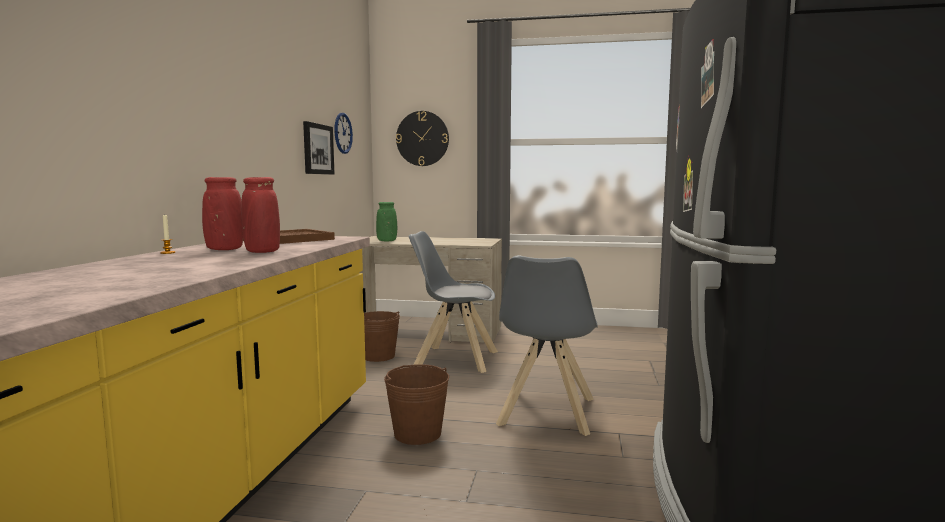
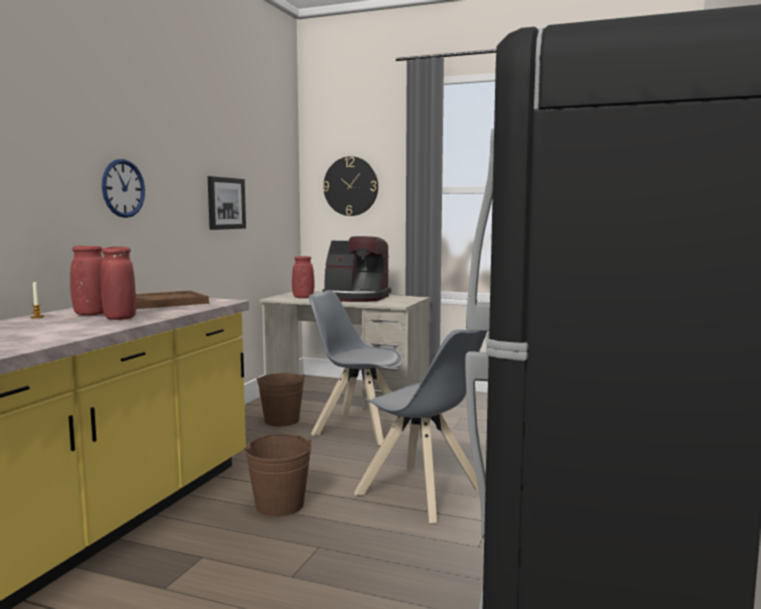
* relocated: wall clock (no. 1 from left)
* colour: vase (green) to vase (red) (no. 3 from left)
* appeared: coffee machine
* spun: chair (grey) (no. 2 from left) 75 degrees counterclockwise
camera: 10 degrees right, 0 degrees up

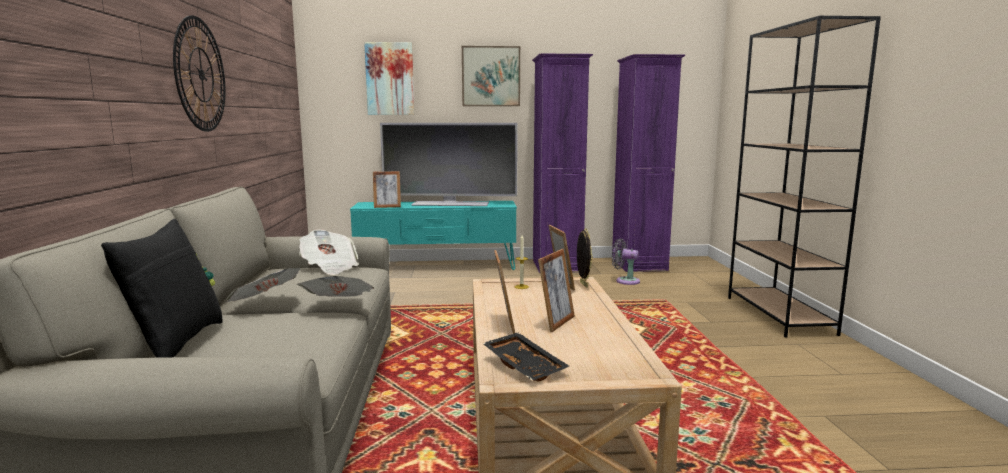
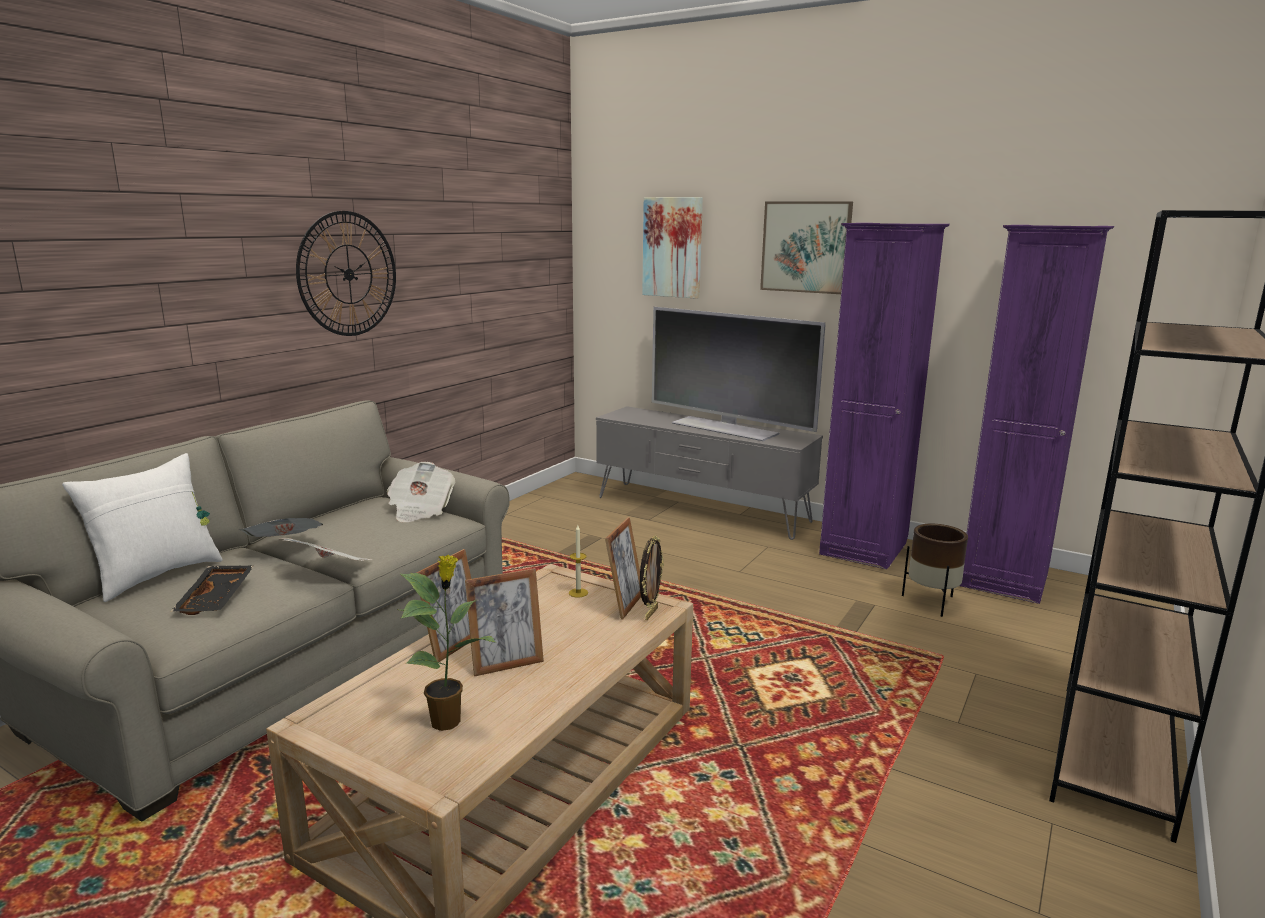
* colour: pillow (black) to pillow (white)
* relocated: tray (black)
* appeared: potted plant
* colour: tv stand (turquoise) to tv stand (grey)
* exchanged: fan (grey) to planter (brown)
* missing: picture frame (no. 1 from left)
camera: 35 degrees right, 5 degrees up

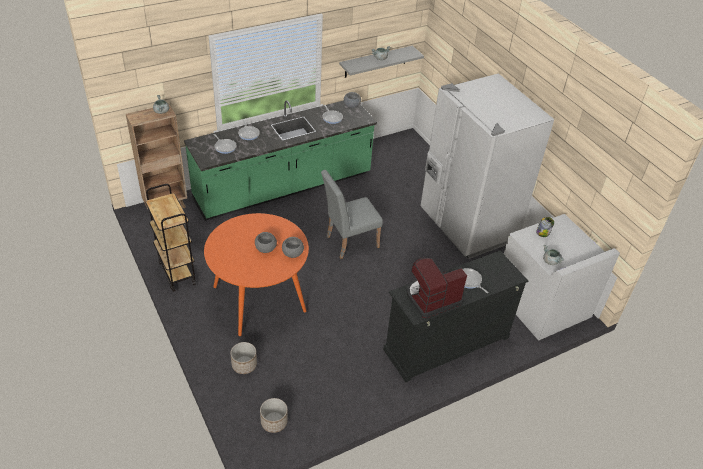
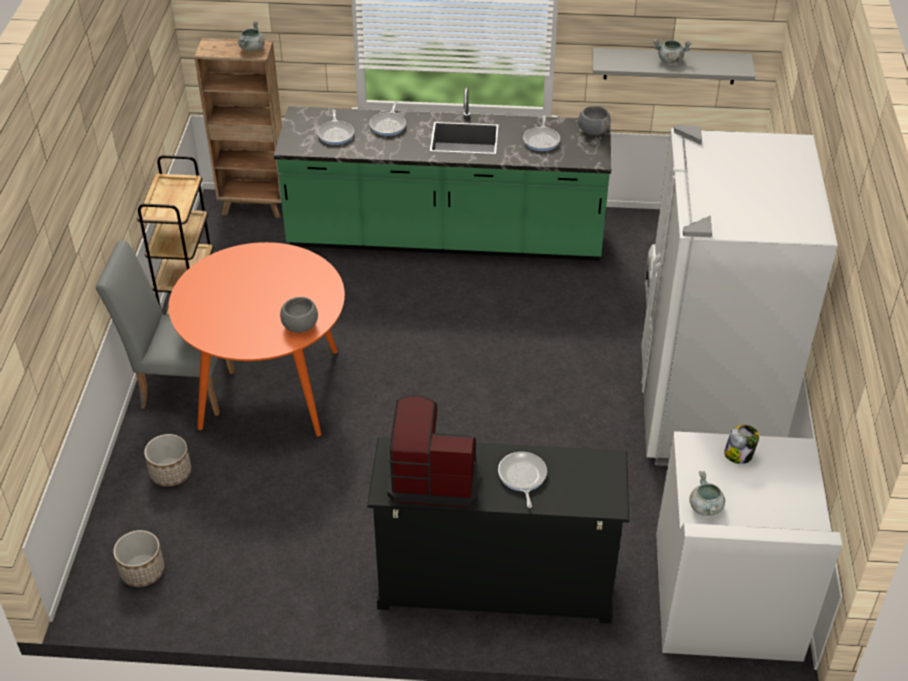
* relocated: chair (grey)
* missing: bowl (grey) (no. 1 from left)
camera: 35 degrees right, 0 degrees up

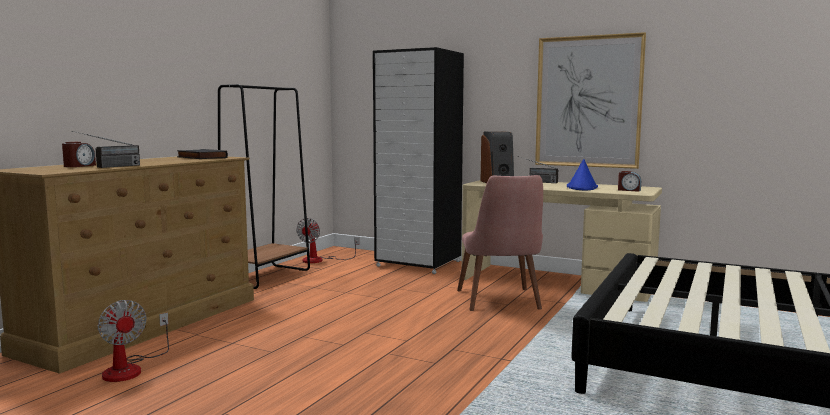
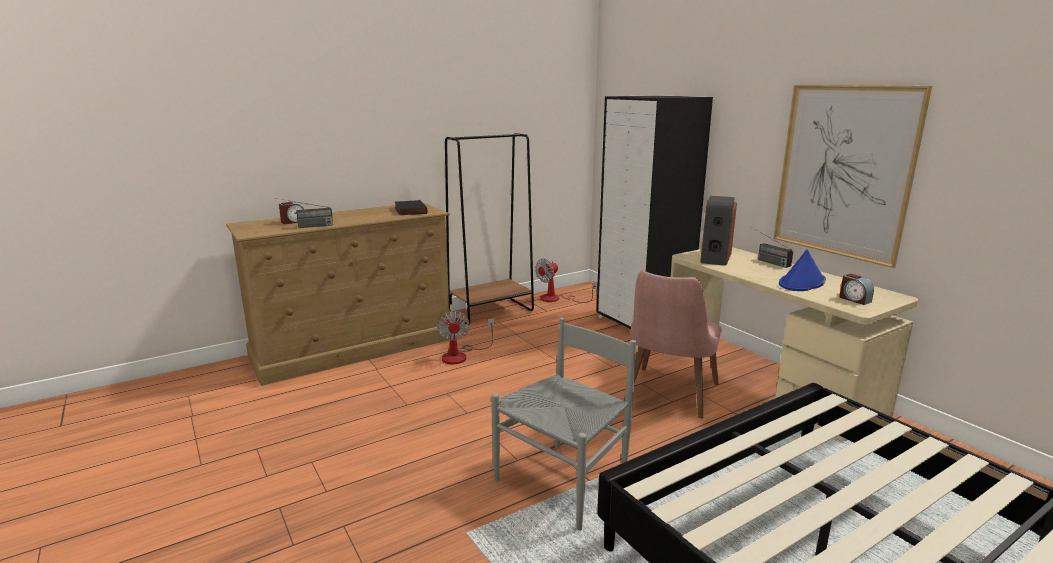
* relocated: fan (no. 1 from left)
* appeared: chair (grey)
camera: 30 degrees right, 10 degrees up

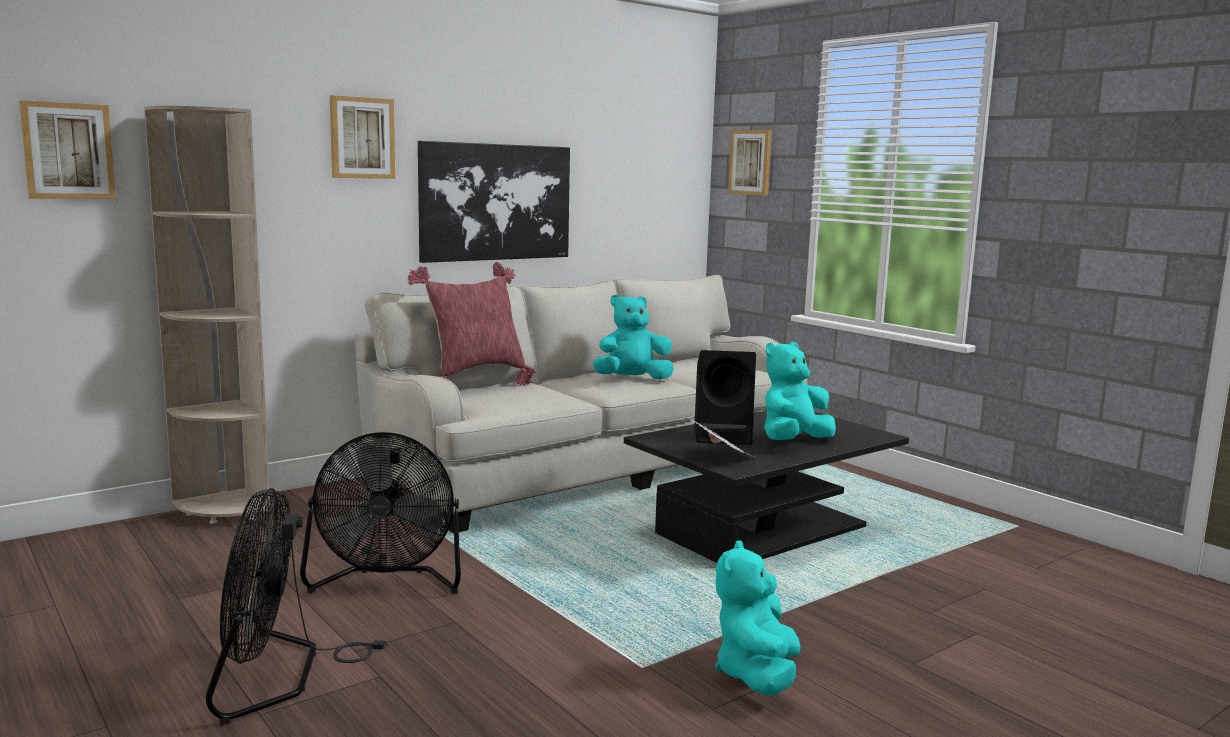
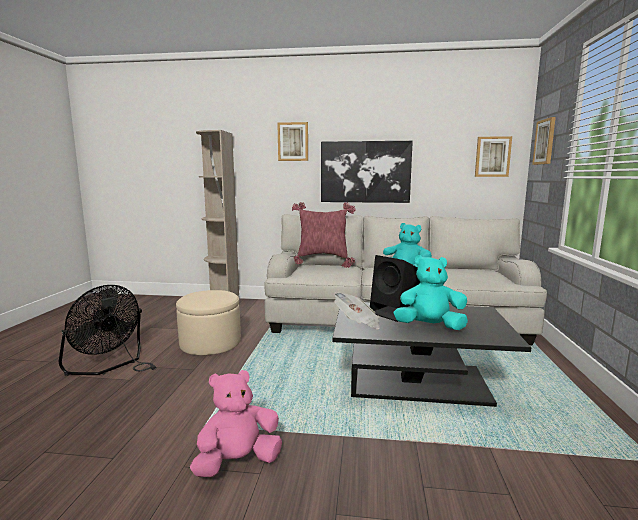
* exchanged: fan (black) (no. 2 from left) to ottoman (beige)
* colour: plush toy (turquoise) (no. 2 from left) to plush toy (pink)
* relocated: picture (no. 1 from left in the first image) to picture (no. 3 from left)
camera: 45 degrees right, 0 degrees up

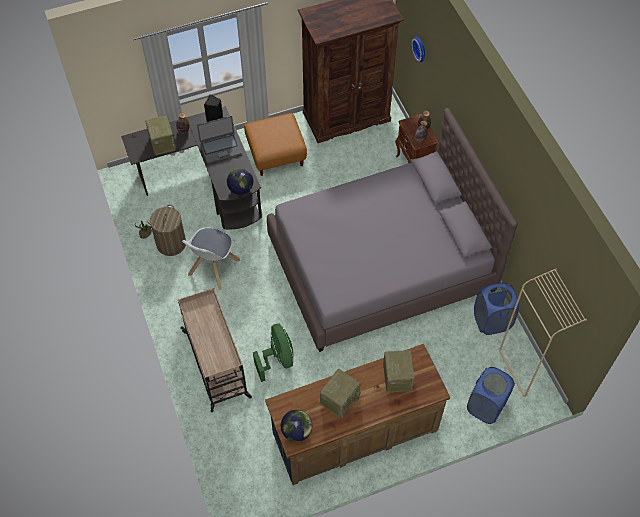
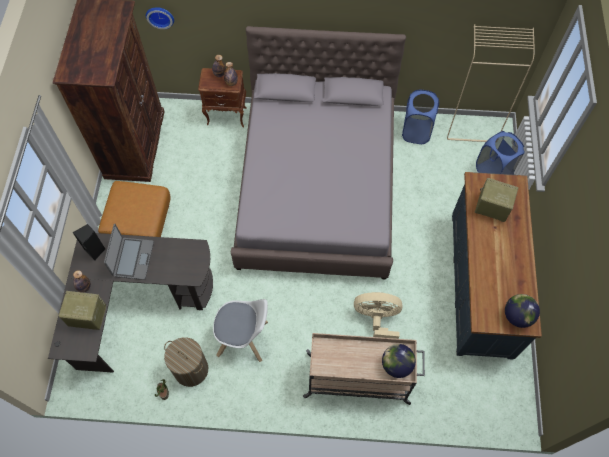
* spun: chair 45 degrees counterclockwise
* colour: fan (green) to fan (beige)
* relocated: globe (no. 1 from left)
* missing: radio (no. 2 from left)
camera: 65 degrees left, 5 degrees up

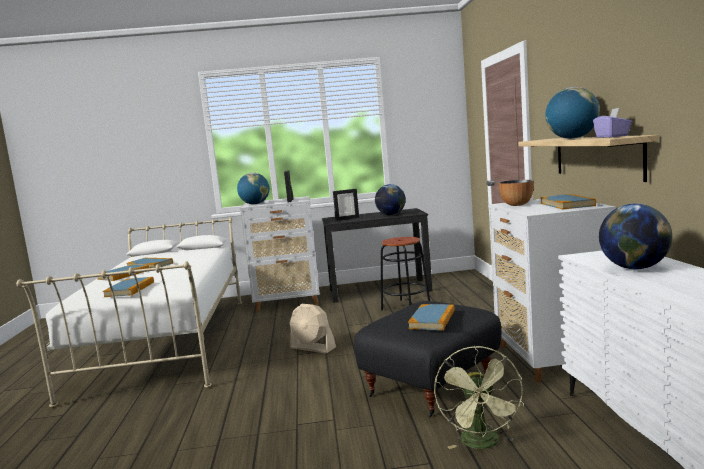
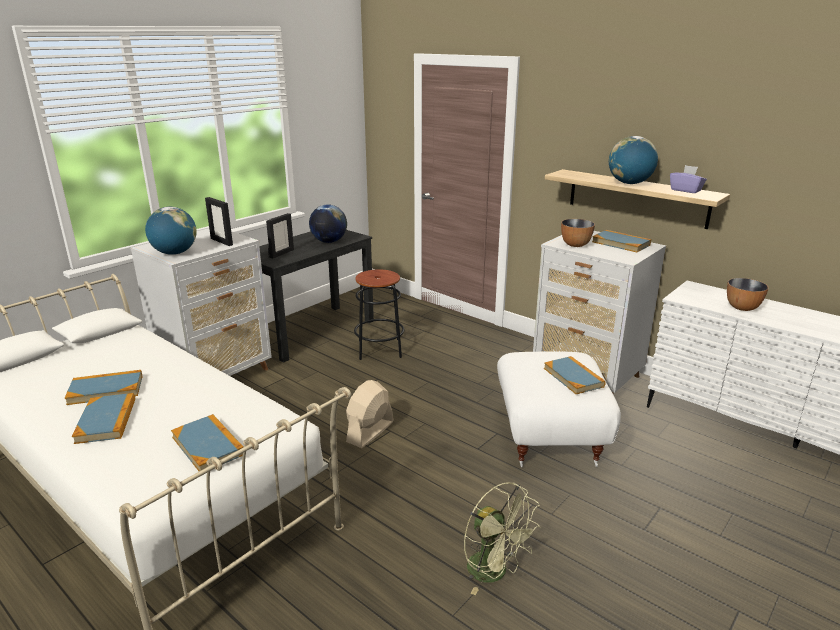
* spun: fan (beige) 135 degrees clockwise
* relocated: fan (green)
* colour: ottoman (black) to ottoman (white)
* exchanged: globe (no. 4 from left) to bowl (no. 2 from left)
camera: 45 degrees left, 15 degrees up

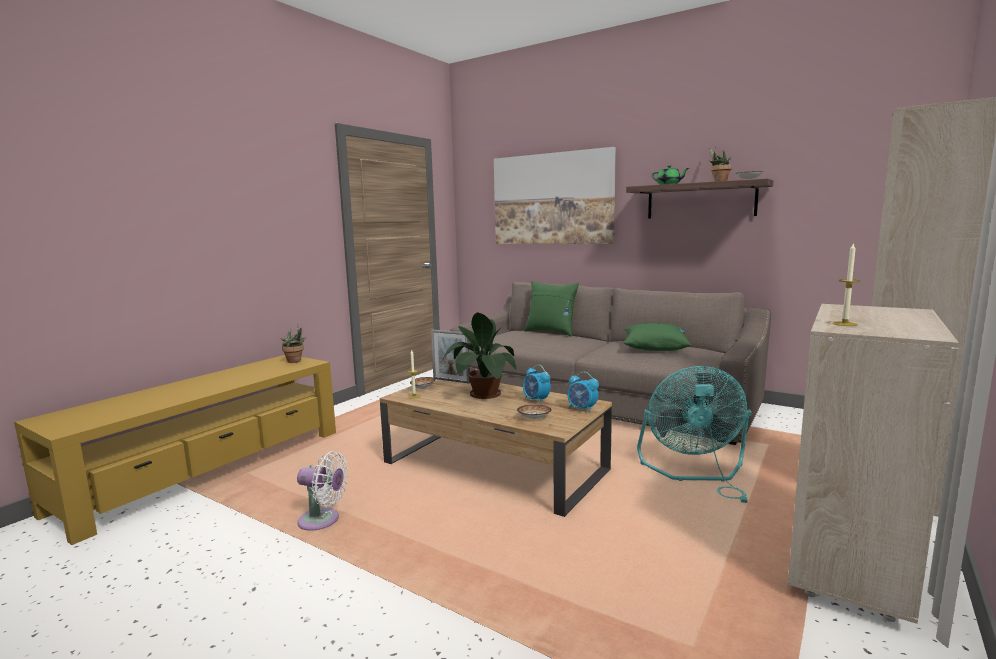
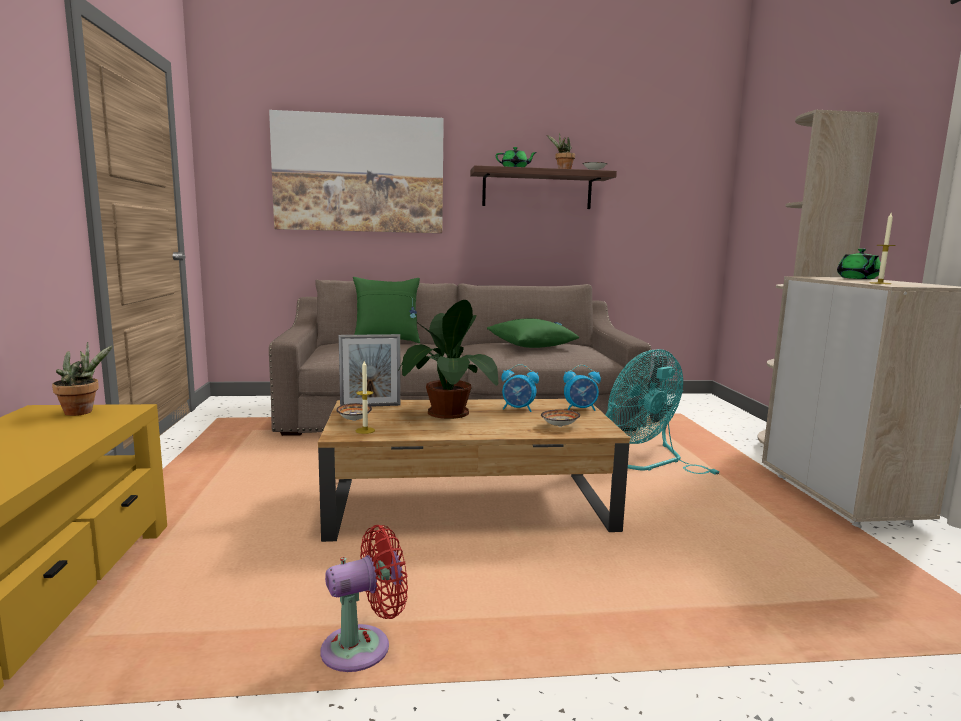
* colour: fan (white) to fan (red)
* appeared: teapot (green) (no. 2 from left)
camera: 40 degrees left, 0 degrees up

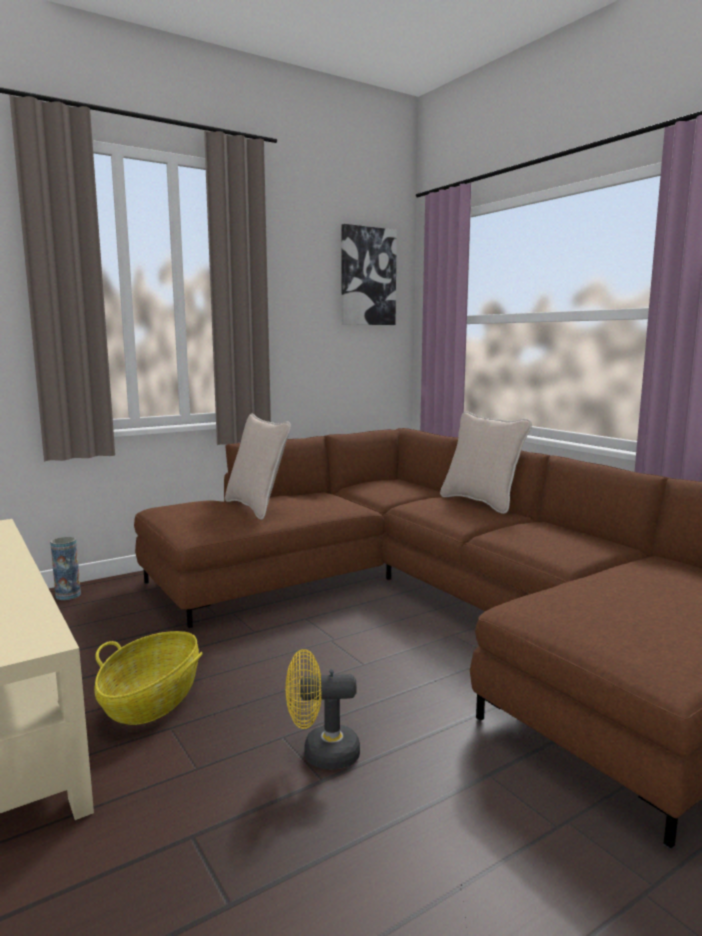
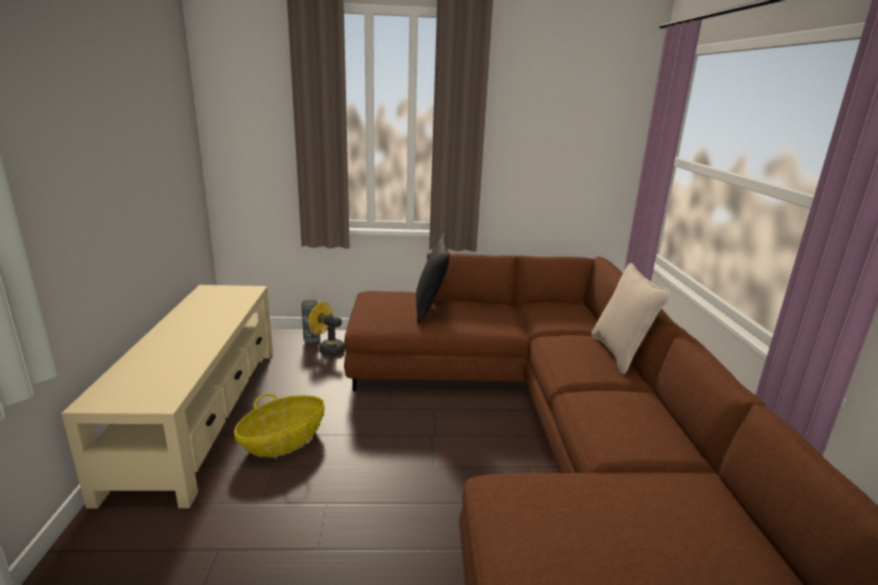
* relocated: fan (yellow)
* colour: pillow (beige) (no. 1 from left) to pillow (black)
* missing: picture
camera: 30 degrees right, 10 degrees up

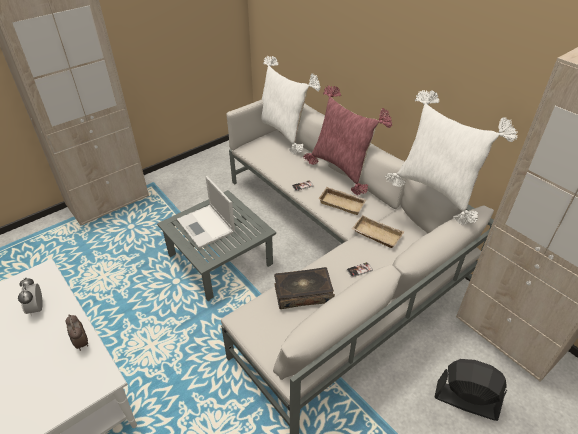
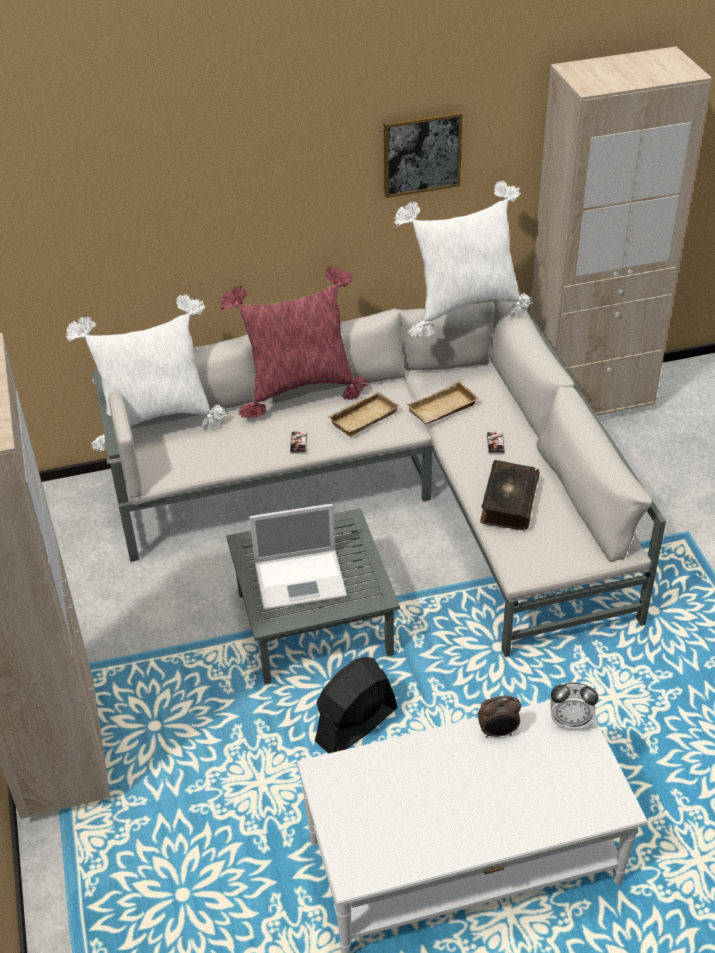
* relocated: fan (black)
* appeared: picture
* relocated: alarm clock (no. 1 from left in the first image) to alarm clock (no. 2 from left)
camera: 65 degrees left, 0 degrees up

